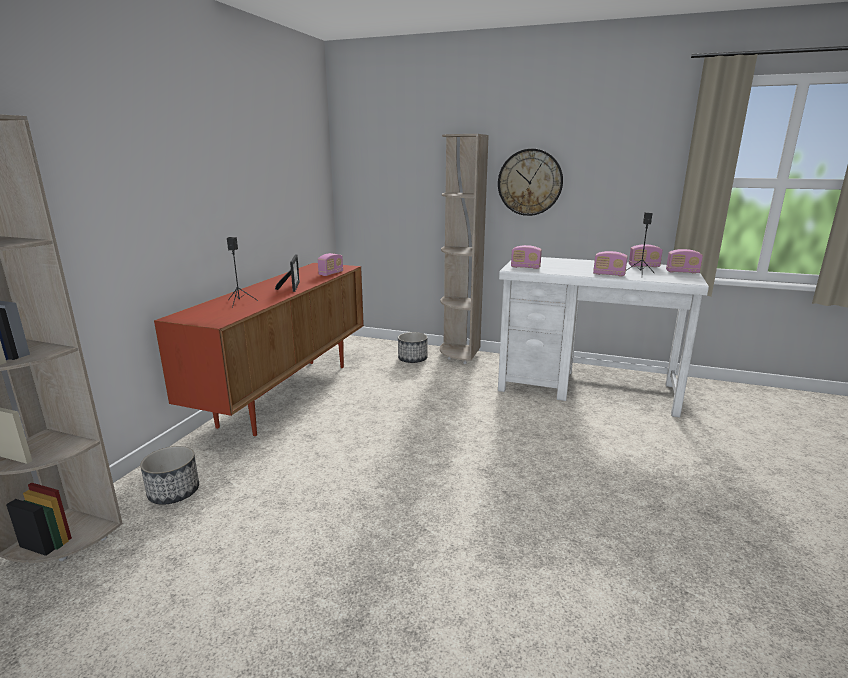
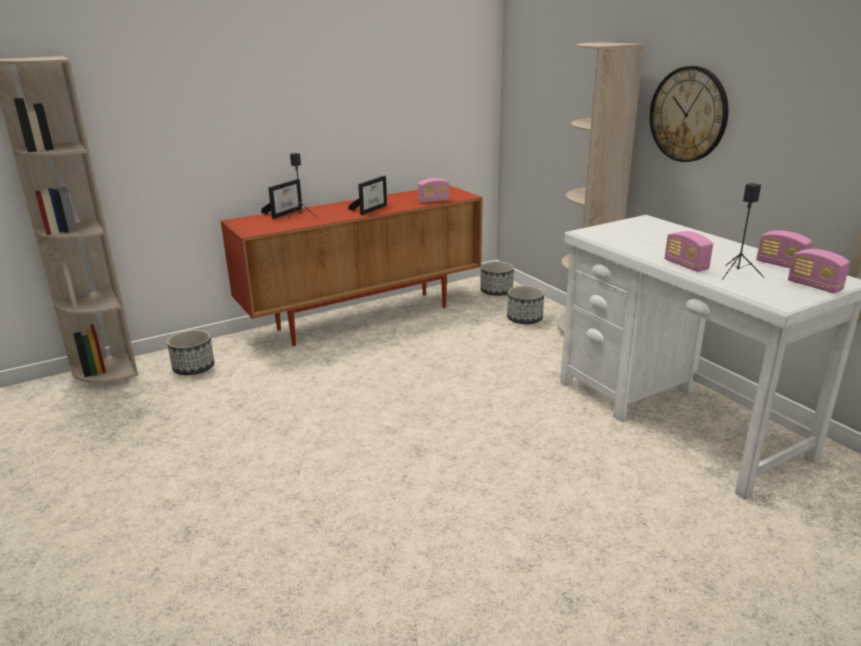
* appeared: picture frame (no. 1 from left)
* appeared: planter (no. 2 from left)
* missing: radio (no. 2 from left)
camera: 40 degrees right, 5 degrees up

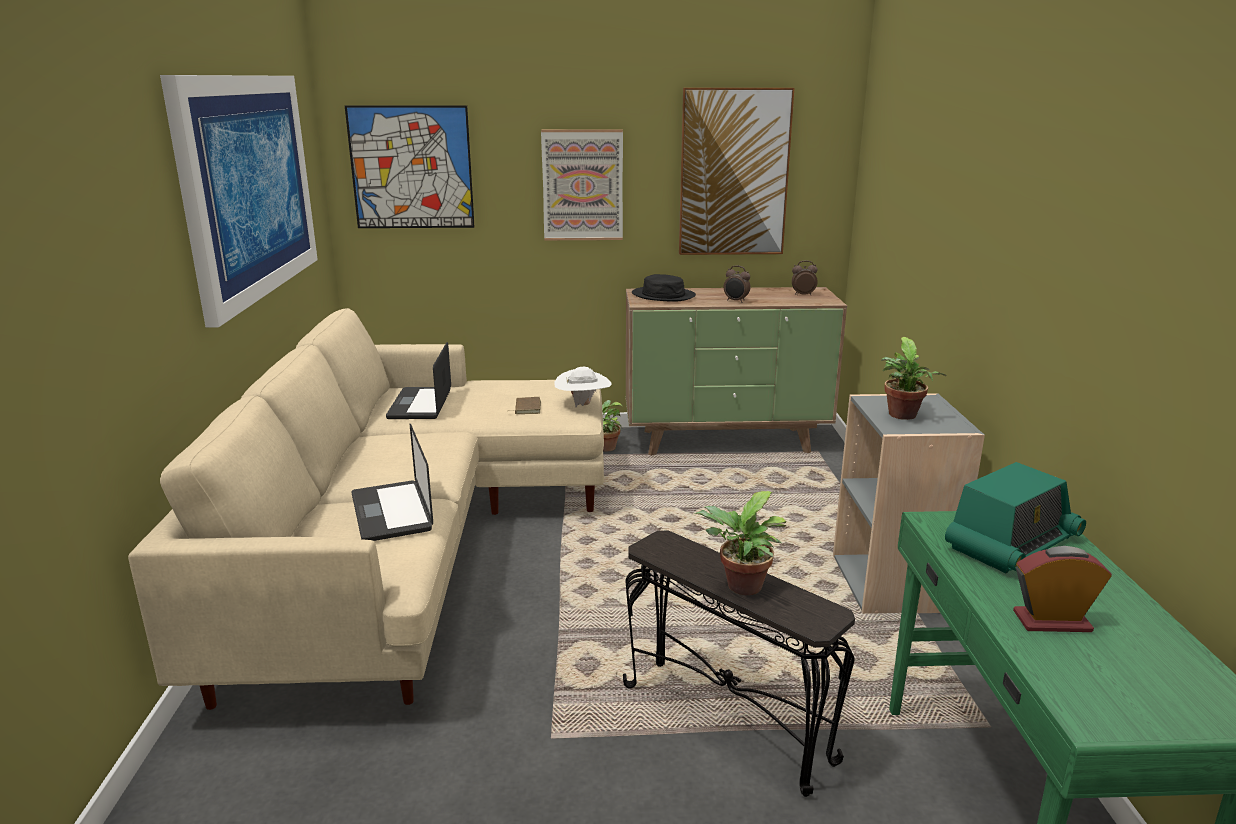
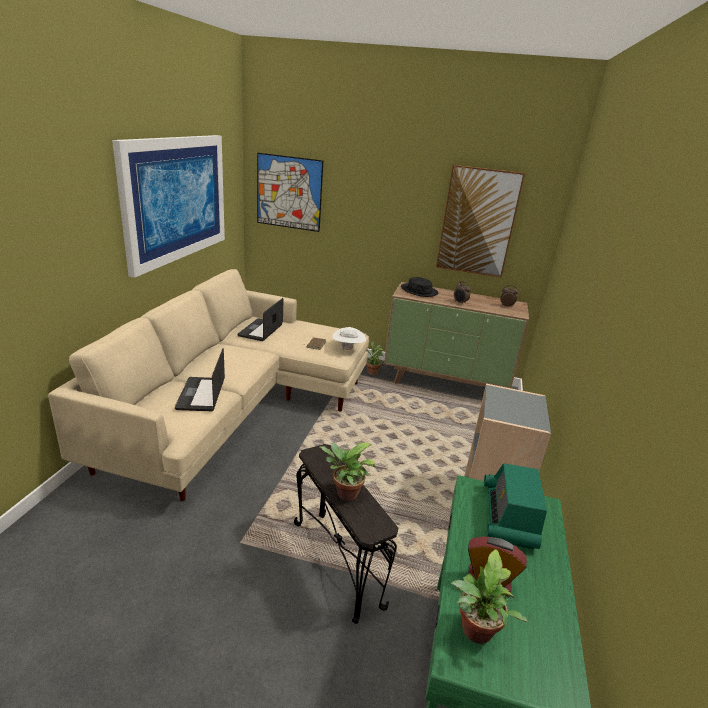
* relocated: potted plant (no. 3 from left)
* spun: radio 120 degrees clockwise
* missing: picture (no. 3 from left)
camera: 15 degrees right, 5 degrees up

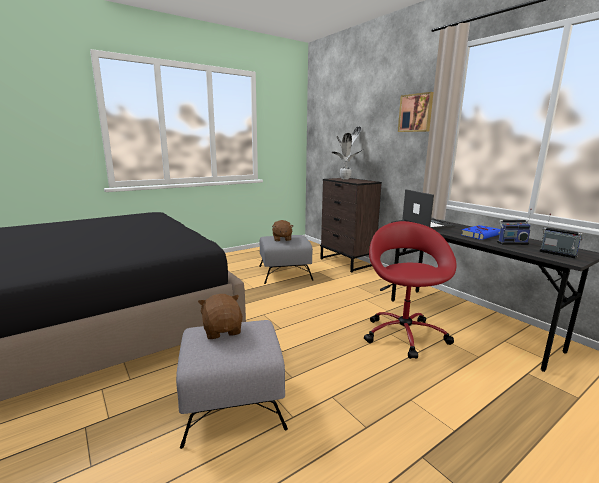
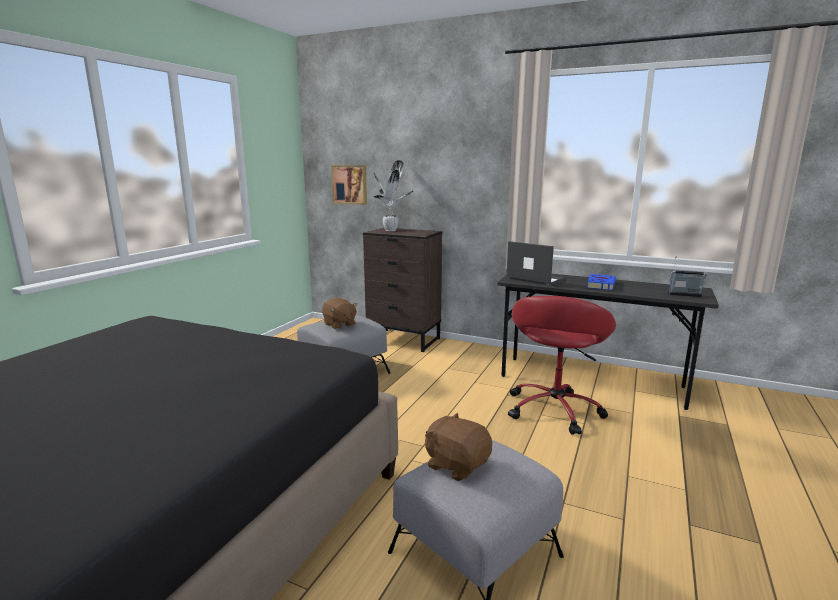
* relocated: picture
* spun: office chair (red) 120 degrees counterclockwise
* missing: radio (no. 1 from left)
camera: 30 degrees left, 0 degrees up

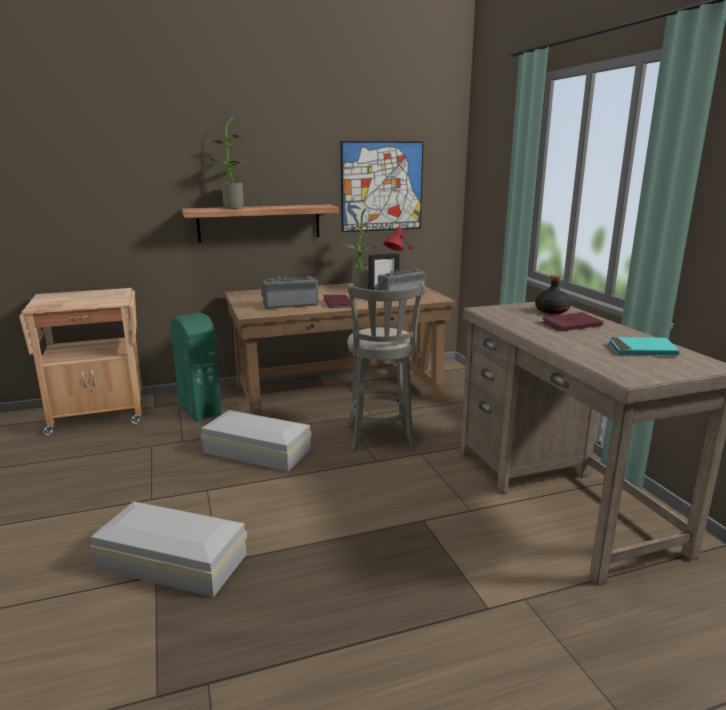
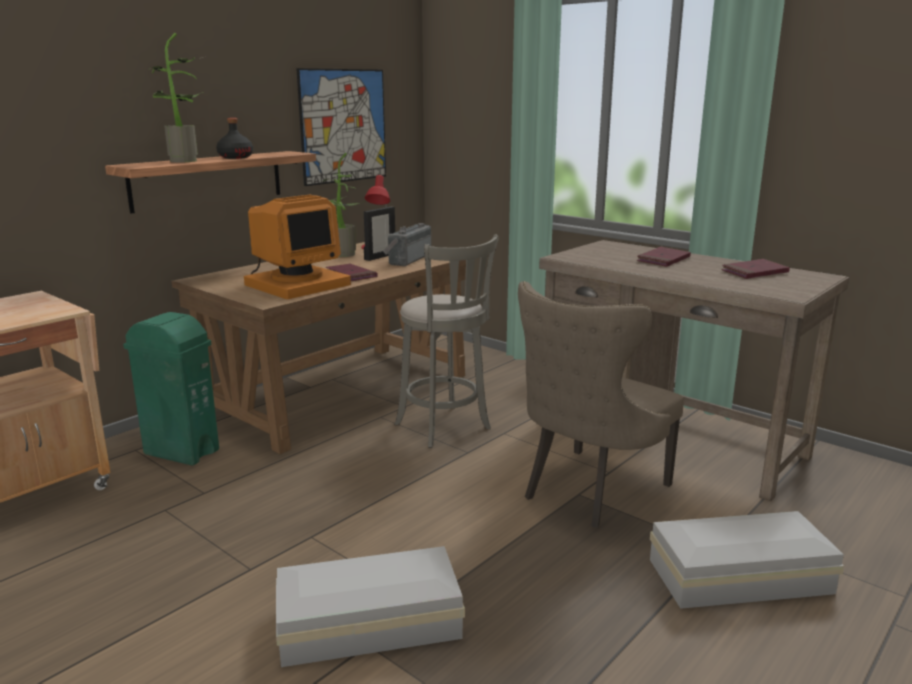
* relocated: bottle (black)
* exchanged: radio (no. 1 from left) to monitor
* appeared: chair (beige)
* relocated: storage box (white) (no. 2 from left)
* colour: book (turquoise) to book (red) (no. 3 from left)
camera: 30 degrees left, 0 degrees up

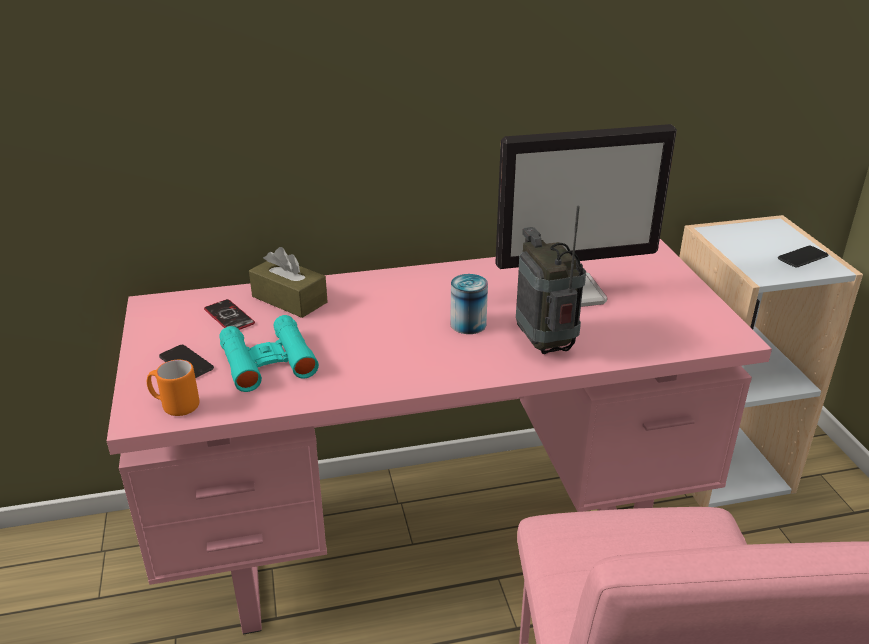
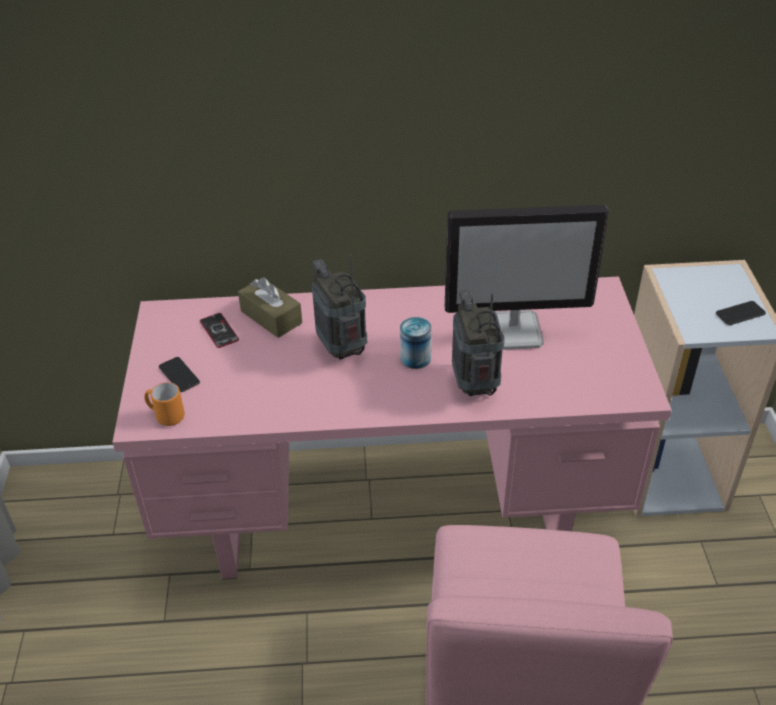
* appeared: radio (no. 1 from left)
* missing: binoculars (turquoise)
camera: 10 degrees right, 10 degrees up

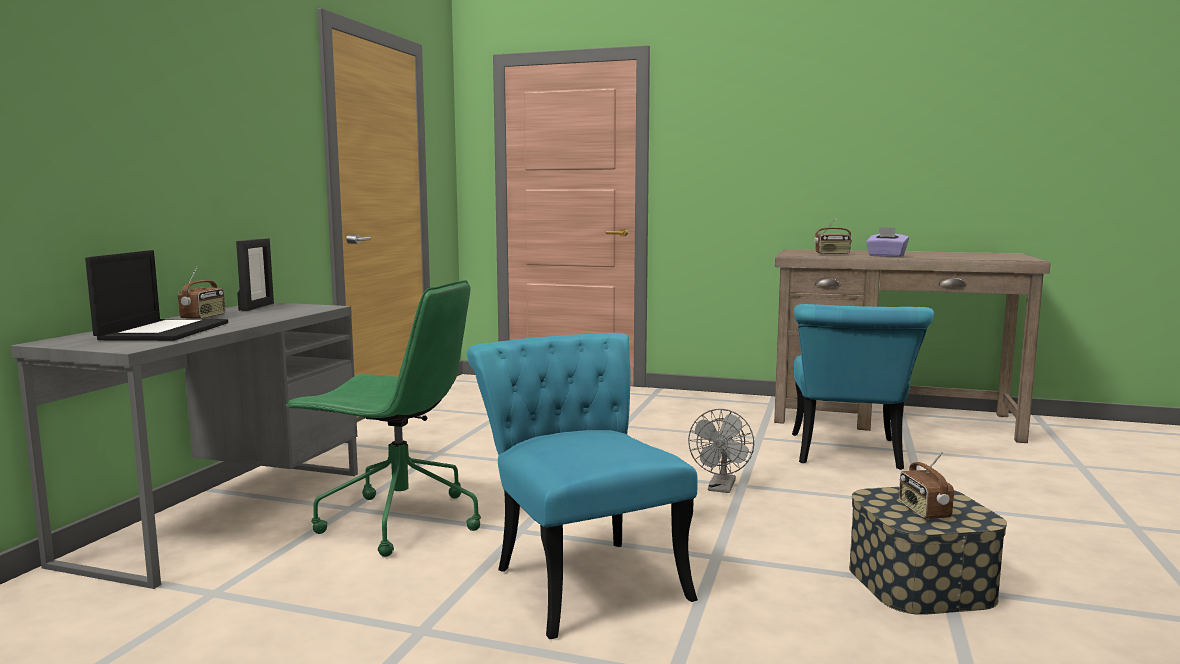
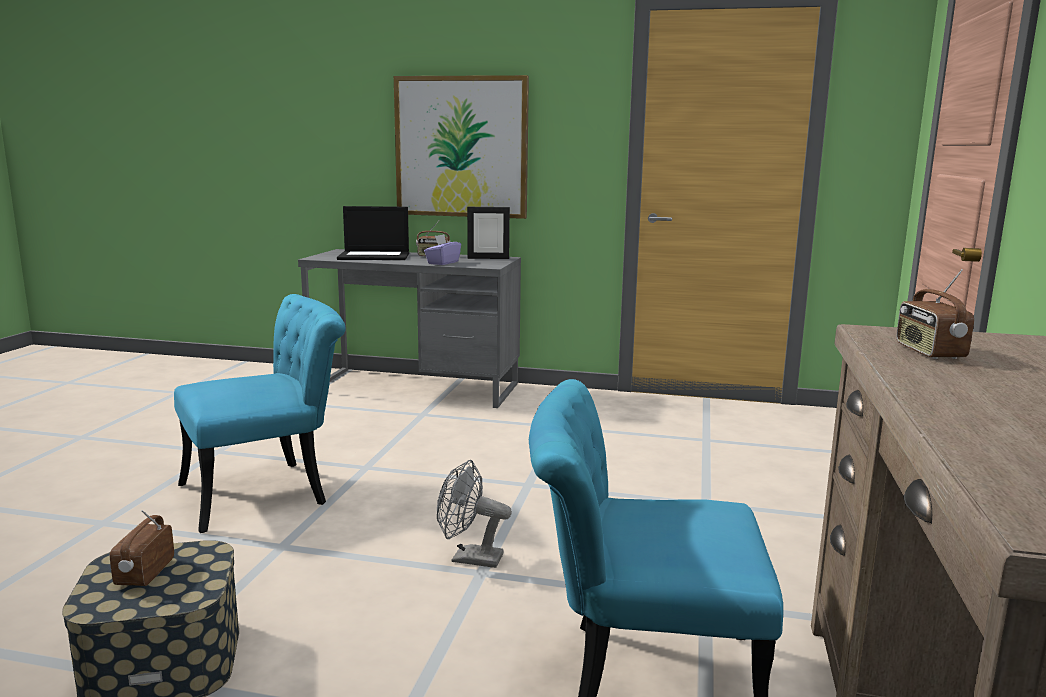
* spun: radio (no. 3 from left in the first image) 75 degrees counterclockwise
* appeared: picture
* relocated: tissue box (purple)
* missing: office chair (green)
camera: 85 degrees right, 5 degrees up

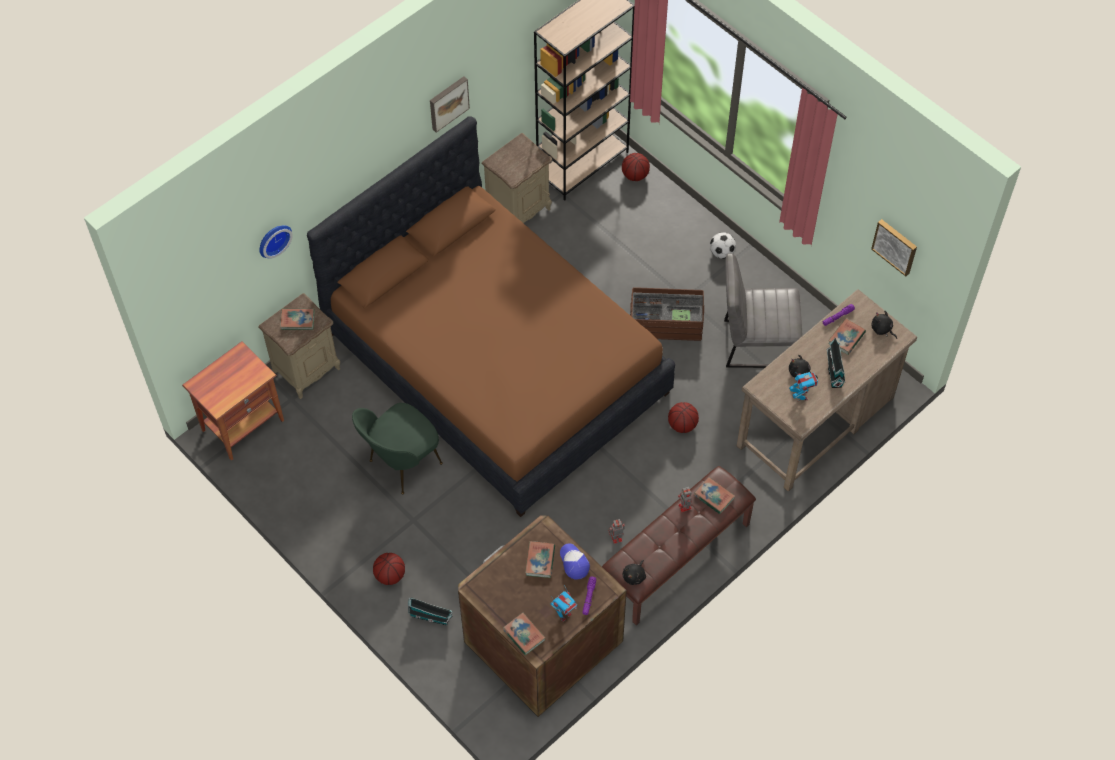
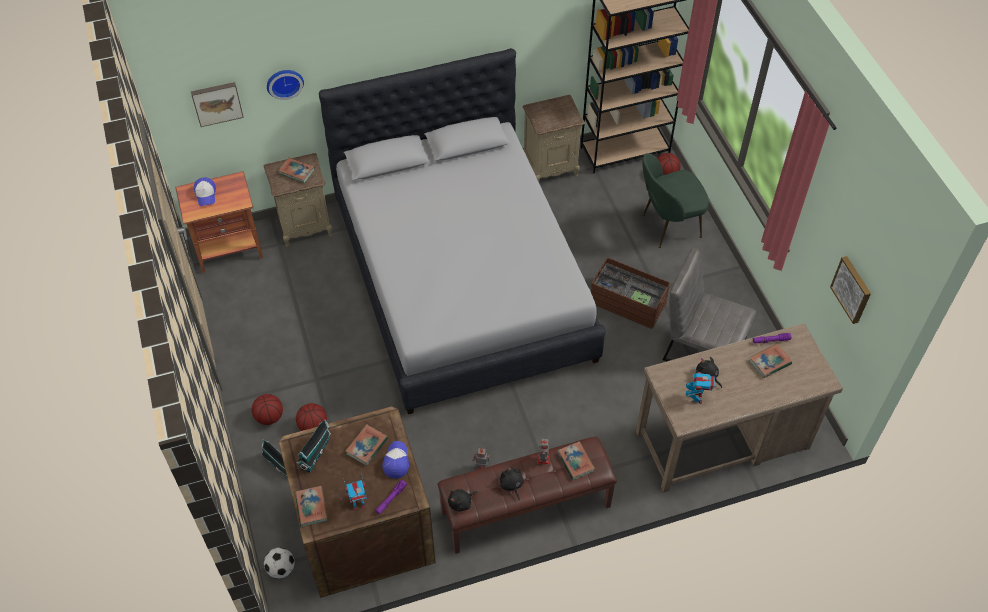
* relocated: picture (no. 1 from left)
* appeared: cap (no. 1 from left)
* relocated: football
* relocated: basketball (no. 3 from left in the first image) to basketball (no. 2 from left)
* relocated: toy house (no. 2 from left)
* colour: bed (brown) to bed (grey)
* relocated: plush toy (black) (no. 3 from left in the first image) to plush toy (black) (no. 2 from left)
* relocated: chair (green)
camera: 25 degrees right, 5 degrees down

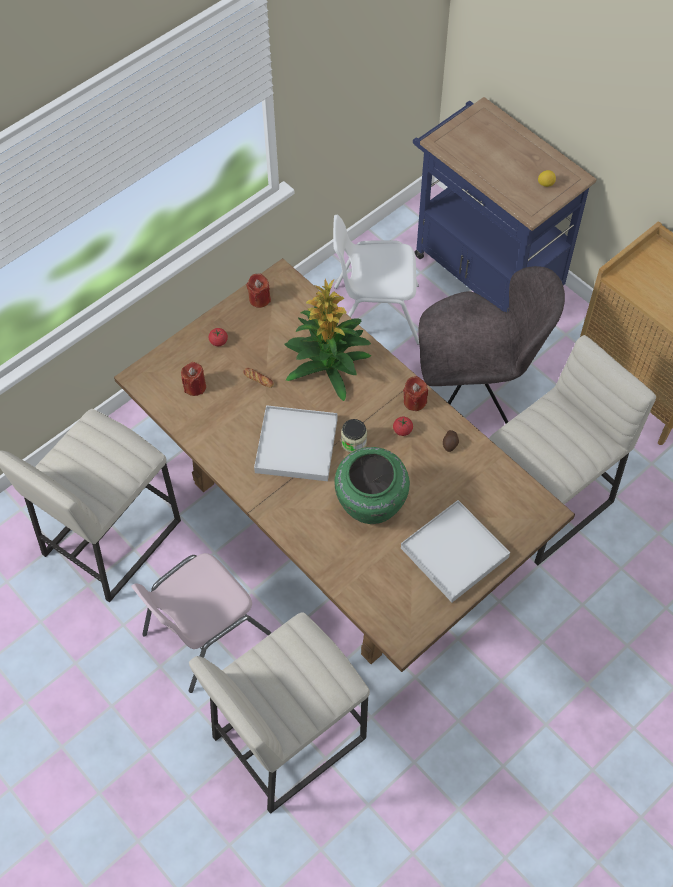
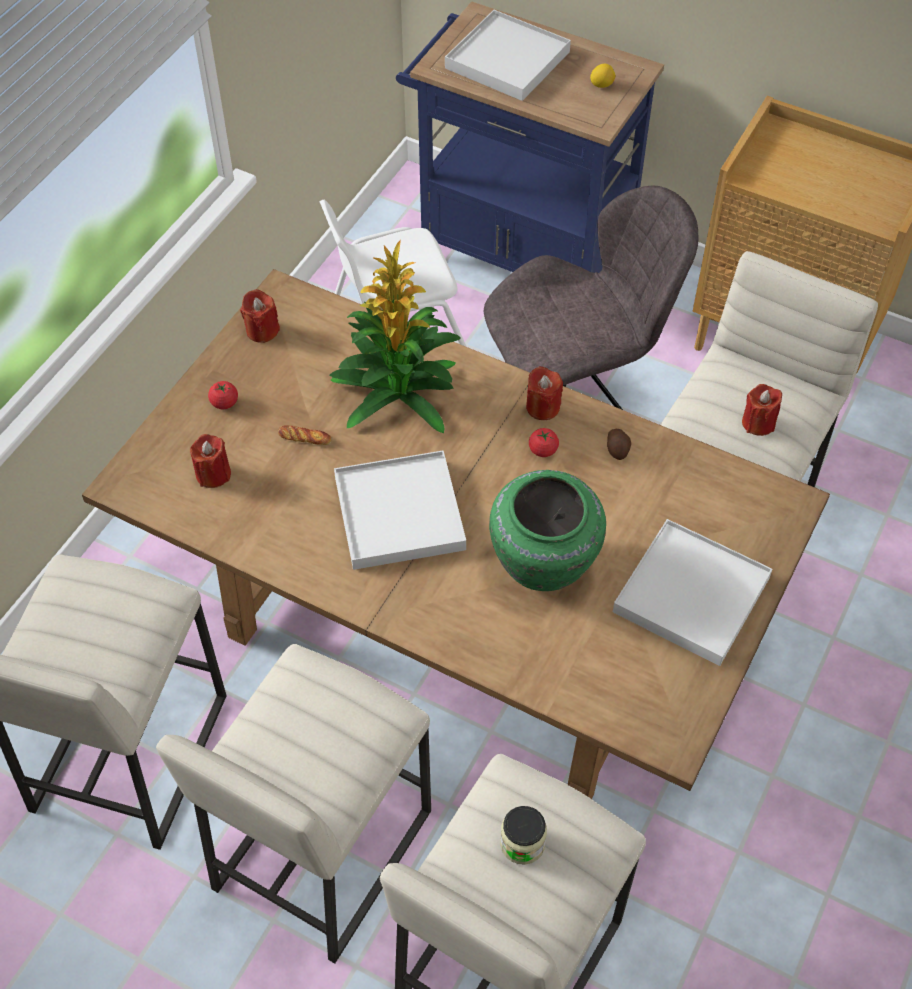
* exchanged: chair (pink) to stool (beige) (no. 2 from left)
* appeared: tray (white) (no. 2 from left)
* relocated: jar
* appeared: candle (red) (no. 4 from left)
camera: 20 degrees left, 5 degrees down

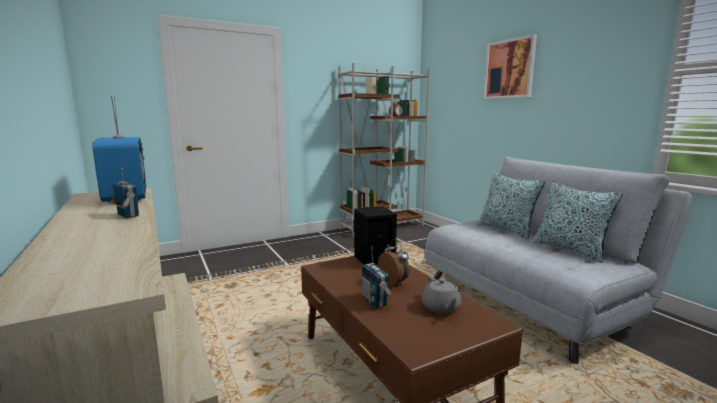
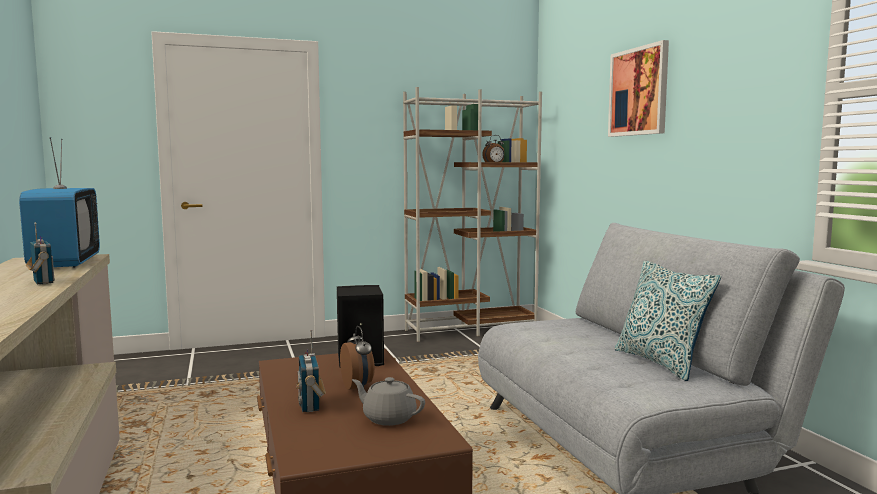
* spun: teapot (grey) 120 degrees clockwise
* missing: pillow (no. 1 from left)
camera: 10 degrees right, 5 degrees down

